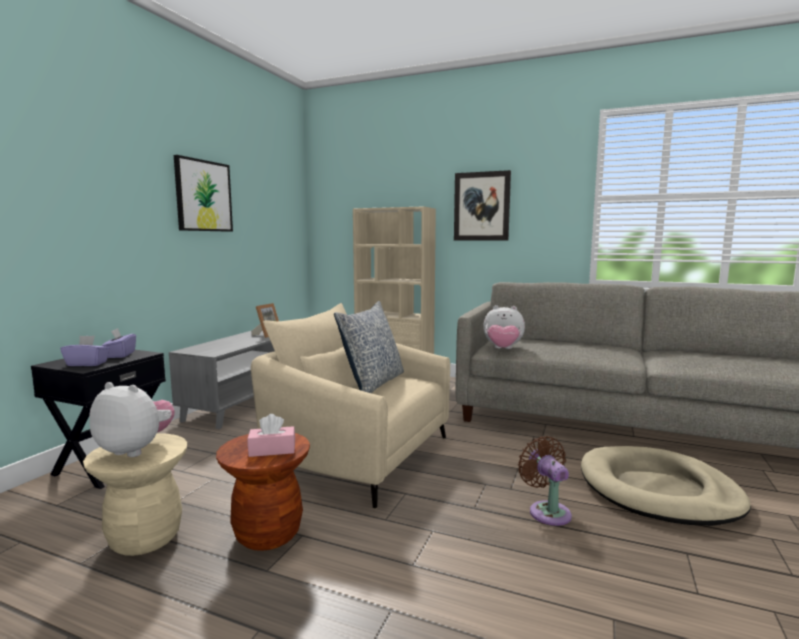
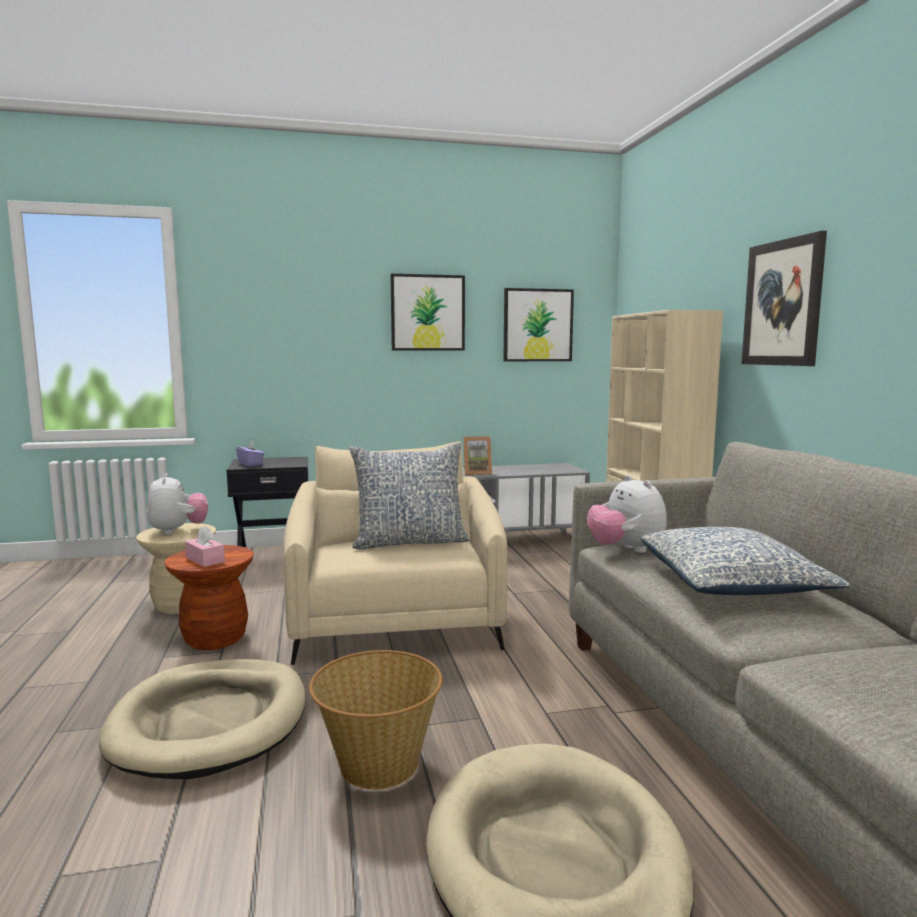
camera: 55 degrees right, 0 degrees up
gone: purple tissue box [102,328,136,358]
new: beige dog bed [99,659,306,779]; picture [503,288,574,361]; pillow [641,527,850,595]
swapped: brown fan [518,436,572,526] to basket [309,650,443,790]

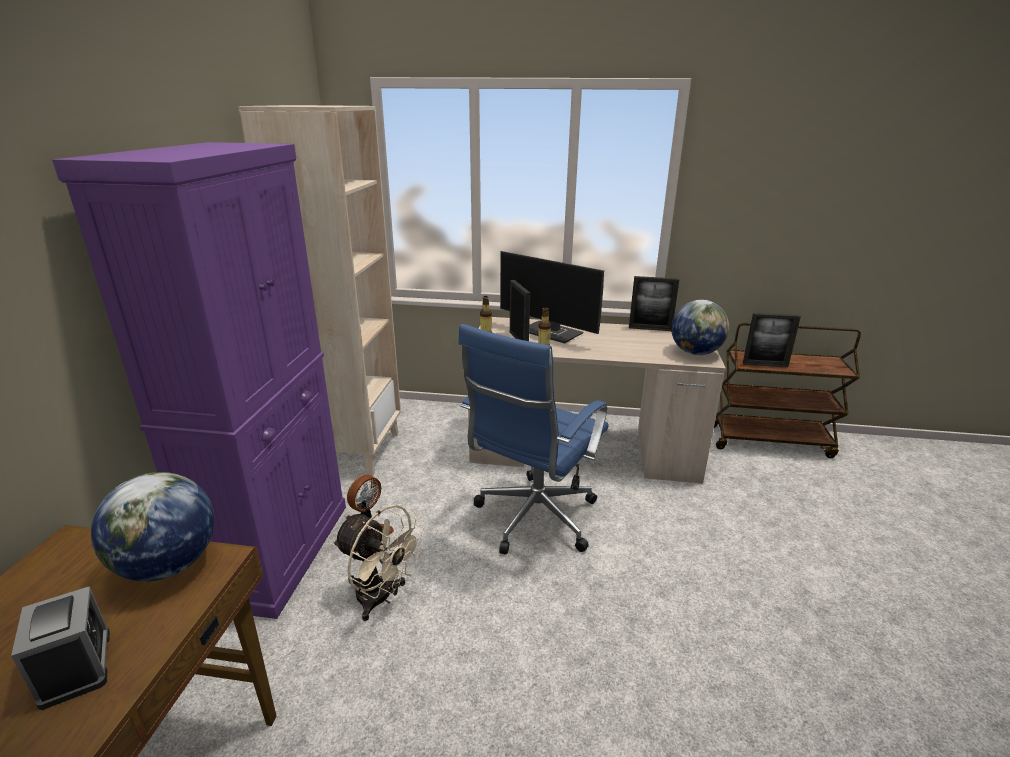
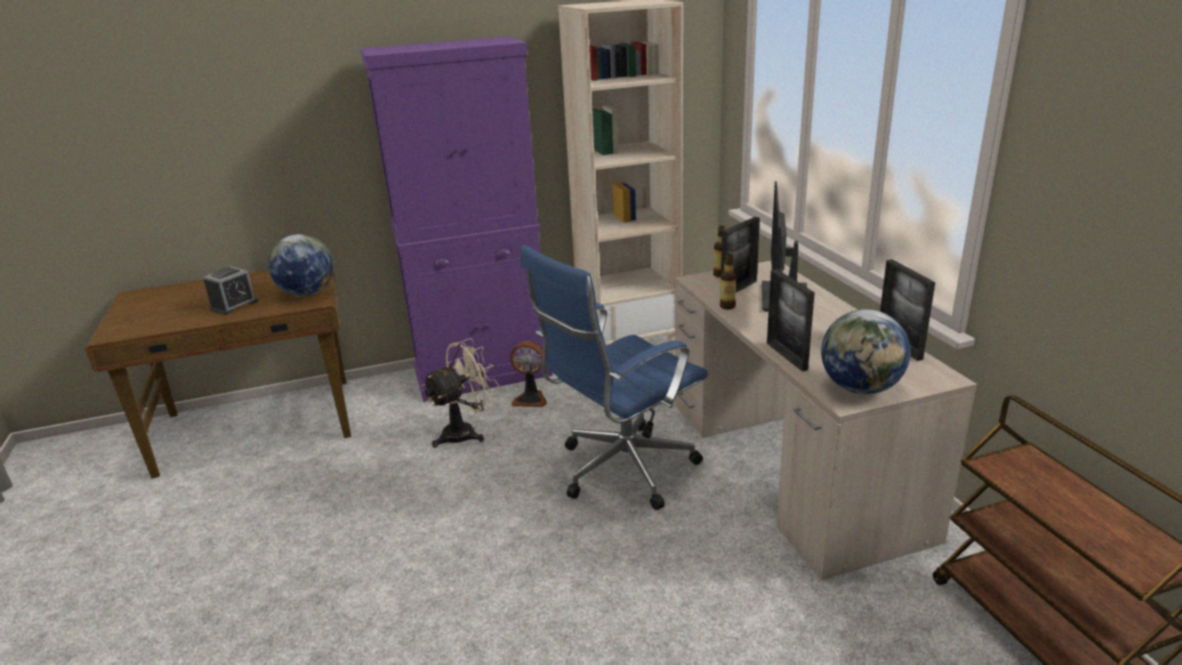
camera: 65 degrees right, 0 degrees up
shifted: picture frame [743,313,801,367] to [767,269,815,371]
rotated: beige fan [333,505,425,621] = [422,338,499,448] 135 degrees counterclockwise; blue office chair [458,324,609,555] = [520,245,708,510] 45 degrees counterclockwise

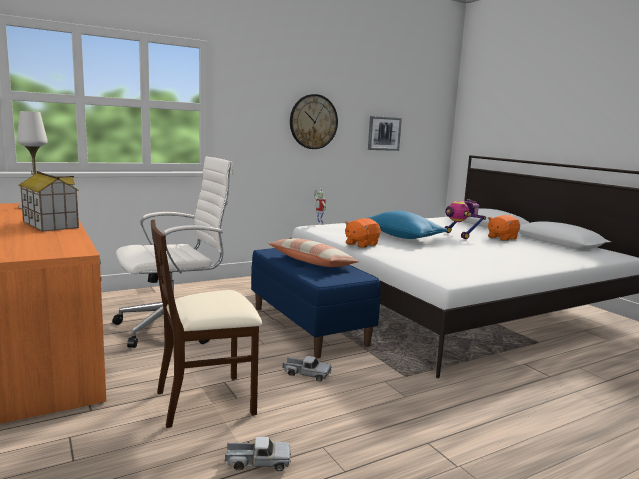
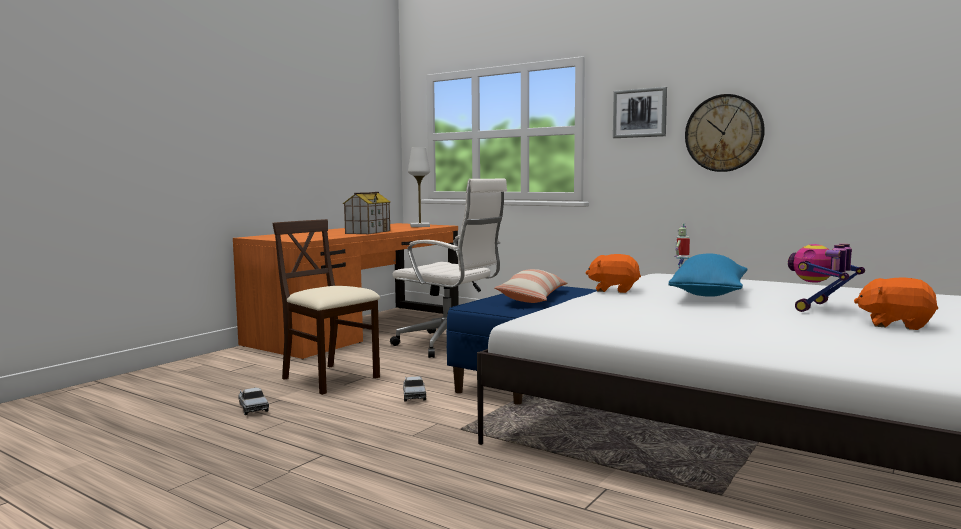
camera: 65 degrees right, 5 degrees down
shifted: picture [368,116,402,151] to [613,87,667,138]

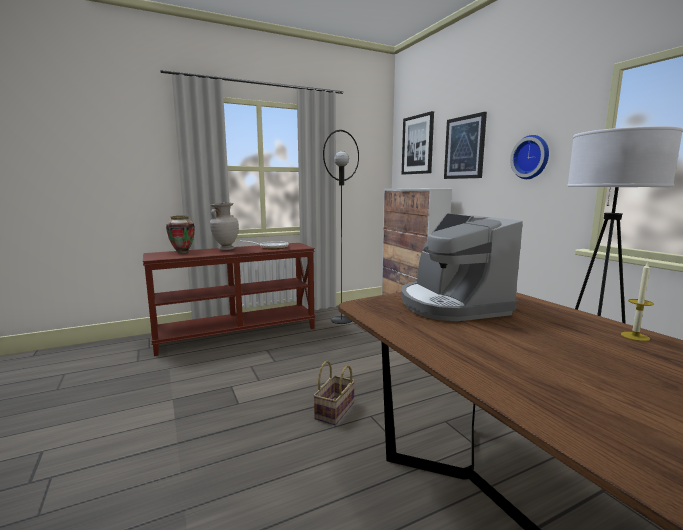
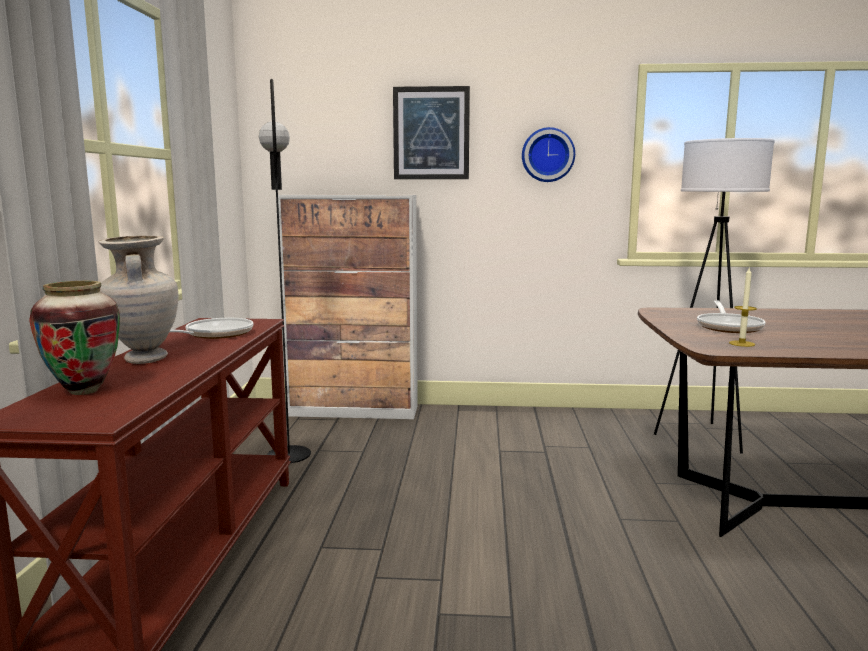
camera: 60 degrees left, 0 degrees up
gone: basket [313,361,355,425]; picture [402,111,434,174]
shifted: candle [621,261,654,341] to [729,266,757,347]
swapped: coffee machine [401,213,523,321] to frying pan [697,300,766,333]

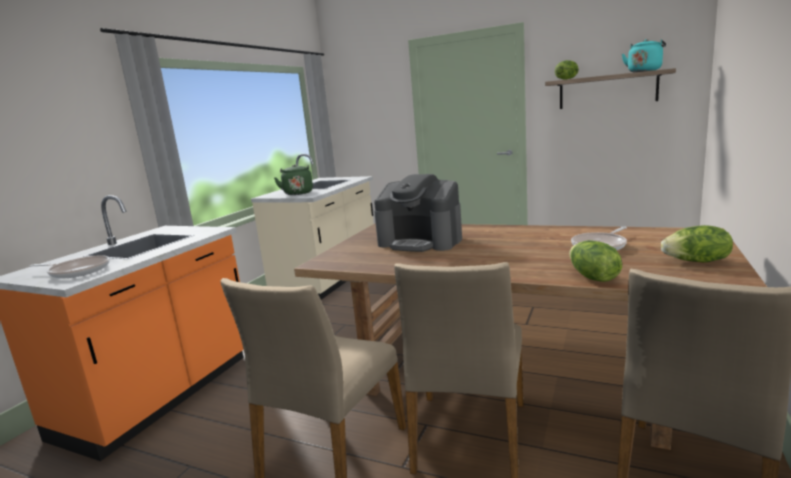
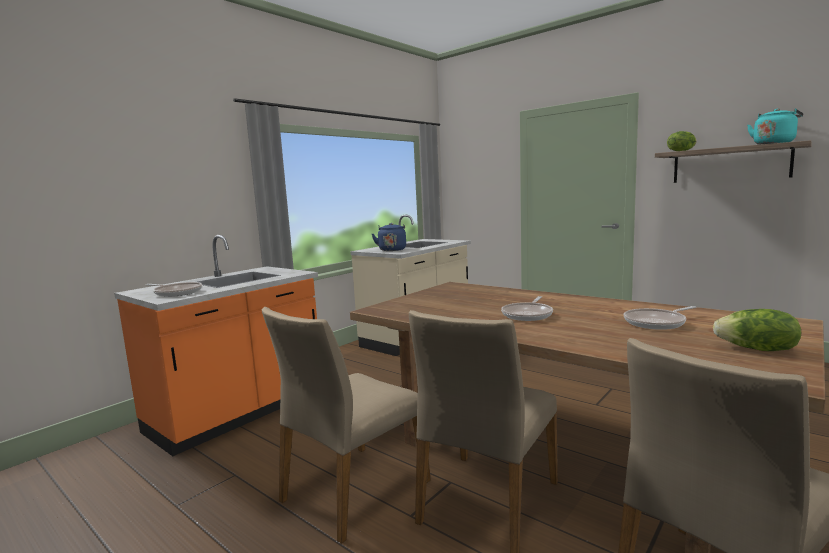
camera: 15 degrees right, 5 degrees down
gone: coffee machine [374,174,462,252]; lettuce [569,240,622,282]
new: frying pan [501,296,553,321]
repainted: green kettle [274,164,313,195] to blue kettle [372,223,406,251]

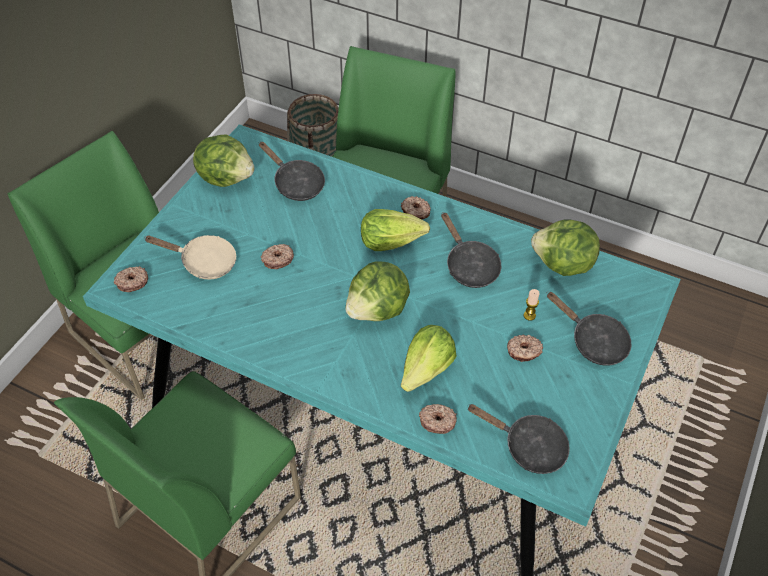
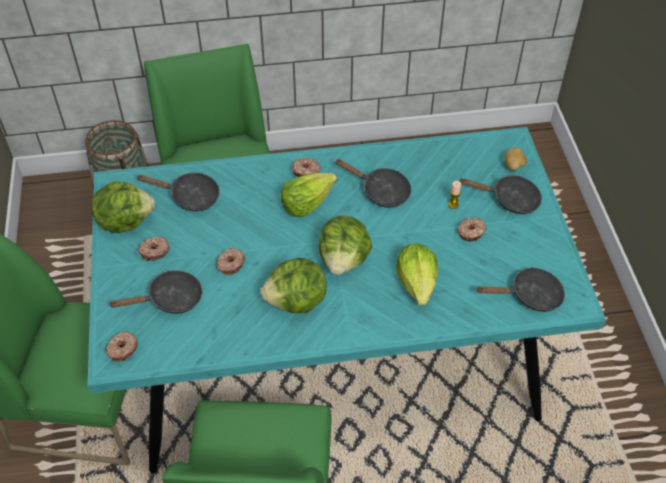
camera: 35 degrees left, 0 degrees up
new: potato [505,147,527,171]
shifted: donut [419,404,457,434] to [138,237,170,261]; lettuce [531,219,600,276] to [261,258,327,313]
repainted: beige frying pan [145,235,236,279] to black frying pan [108,270,203,314]

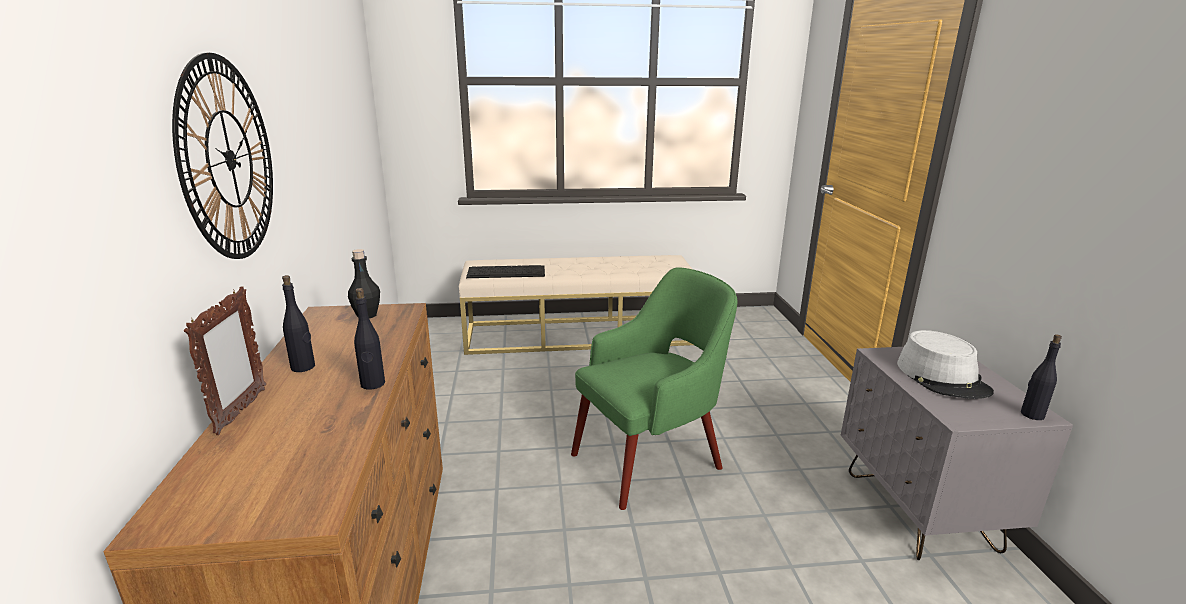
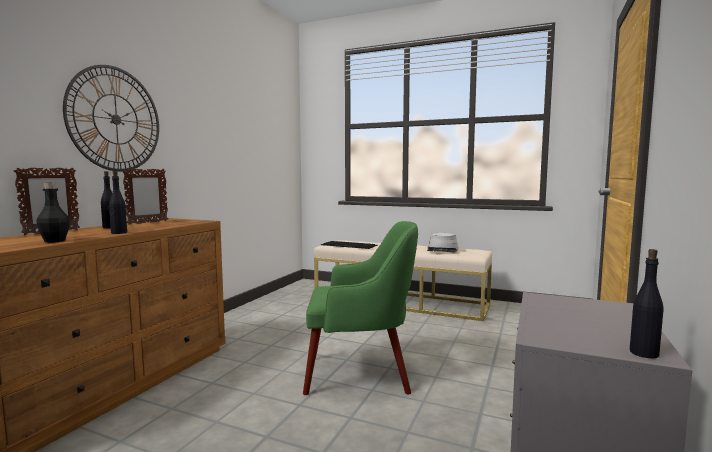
camera: 30 degrees right, 15 degrees down
new: picture frame [122,169,168,225]
shifted: black bottle [348,249,380,318] to [36,182,70,243]; grey hat [897,330,994,399] to [427,233,458,252]

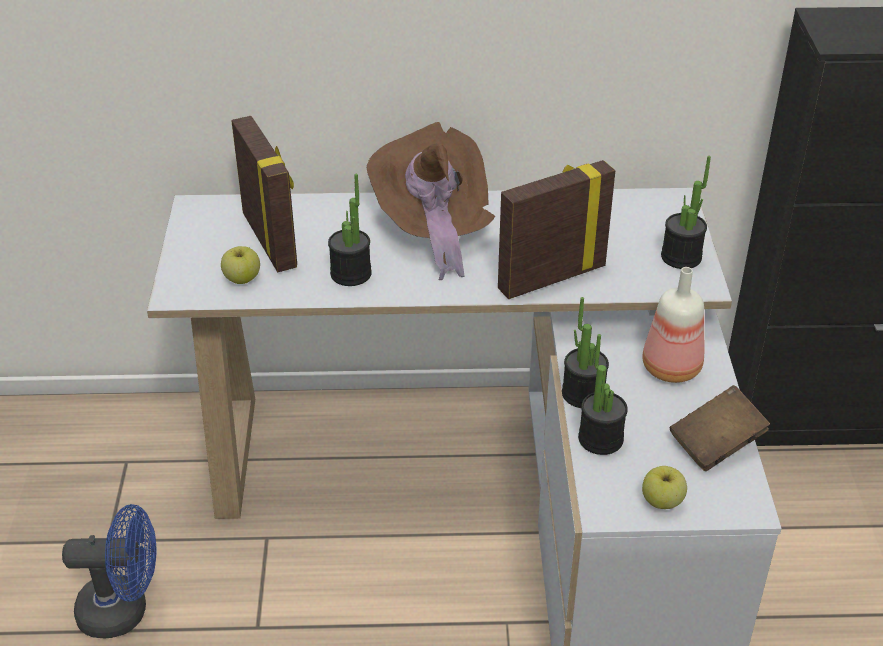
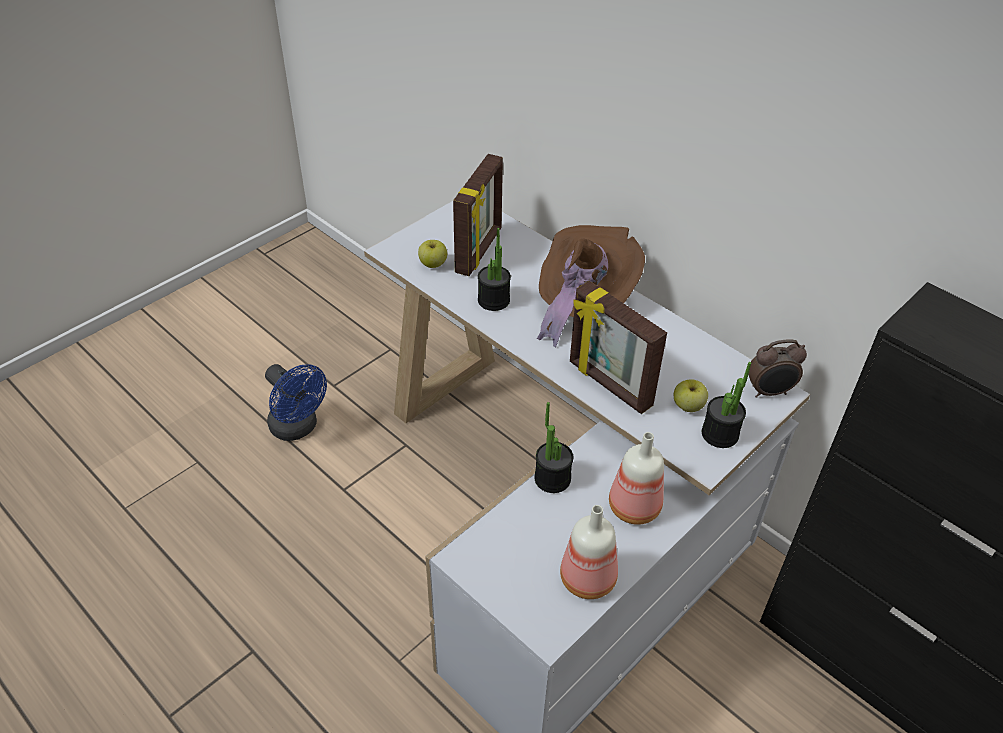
camera: 45 degrees right, 5 degrees up
gone: potted plant [578,334,628,455]
new: alarm clock [748,339,807,398]
shifted: apple [642,466,687,509] to [674,379,708,412]
swapped: brown book [670,385,770,471] to bottle [560,505,618,599]
rotated: picture frame [498,160,615,299] = [570,281,667,414] 150 degrees counterclockwise

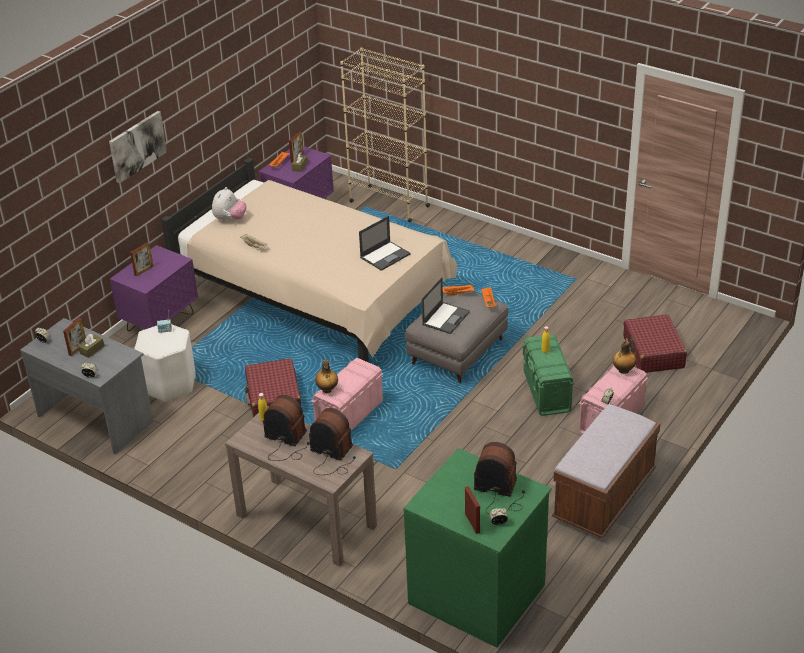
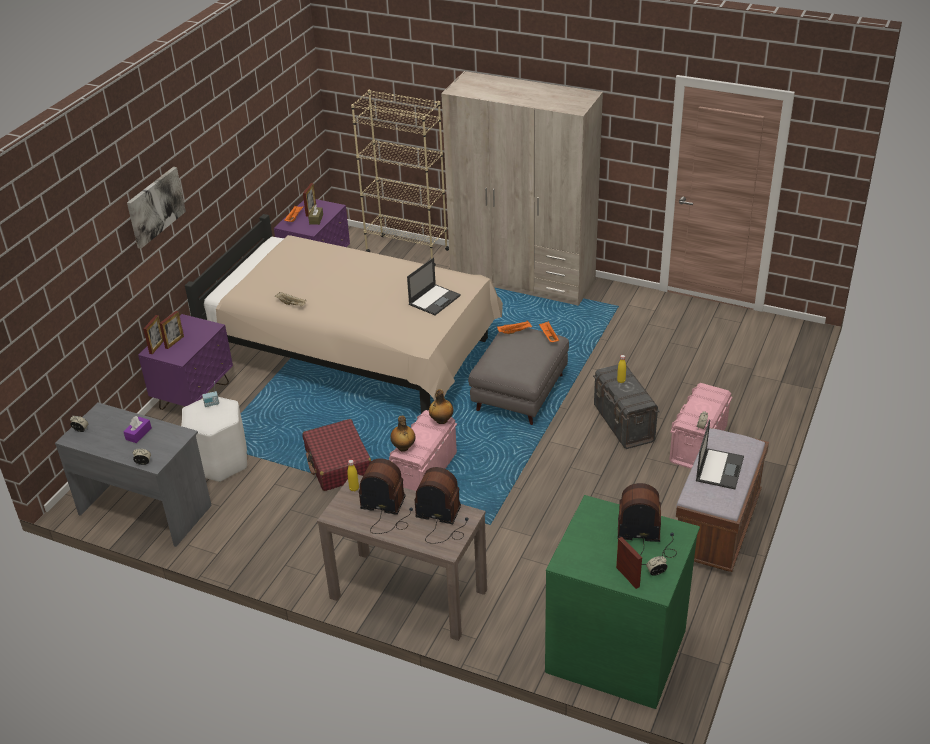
camera: 10 degrees left, 0 degrees up
gone: plush toy [212,187,246,222]; red suitcase [623,314,687,373]
new: beige wardrobe [441,71,603,306]
shifted: picture frame [63,318,86,356] to [143,315,164,354]; laptop [422,277,470,334] to [696,420,744,489]; bottle [613,341,636,374] to [429,389,454,424]
repainted: brown tissue box [78,334,104,358] to purple tissue box [123,416,152,443]; green storage box [523,334,574,416] to grey storage box [593,365,660,449]

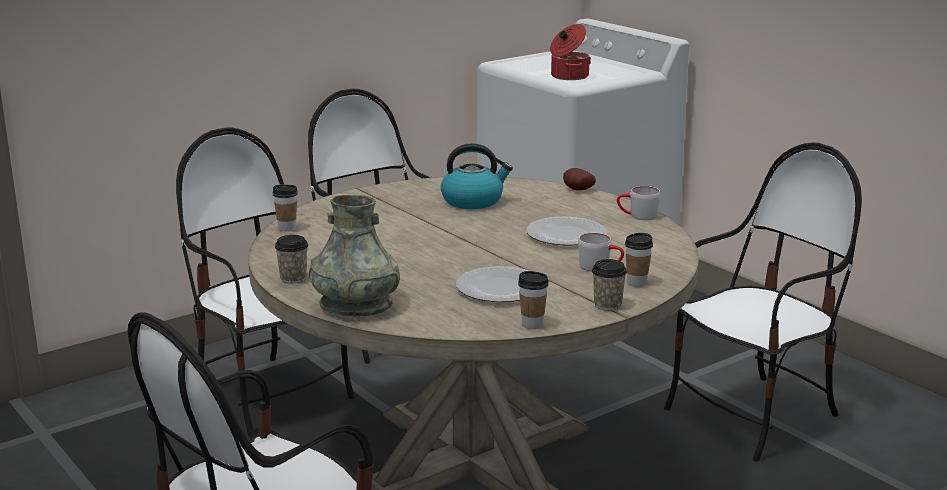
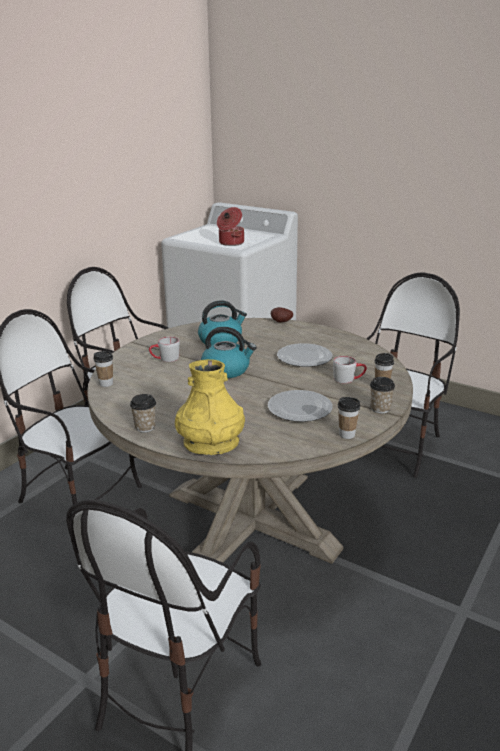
camera: 20 degrees left, 5 degrees up
new: kettle [201,327,257,378]
shifted: grey mug [617,186,660,220] to [149,337,180,362]
repainted: grey vase [309,195,400,317] to yellow vase [175,359,245,455]

